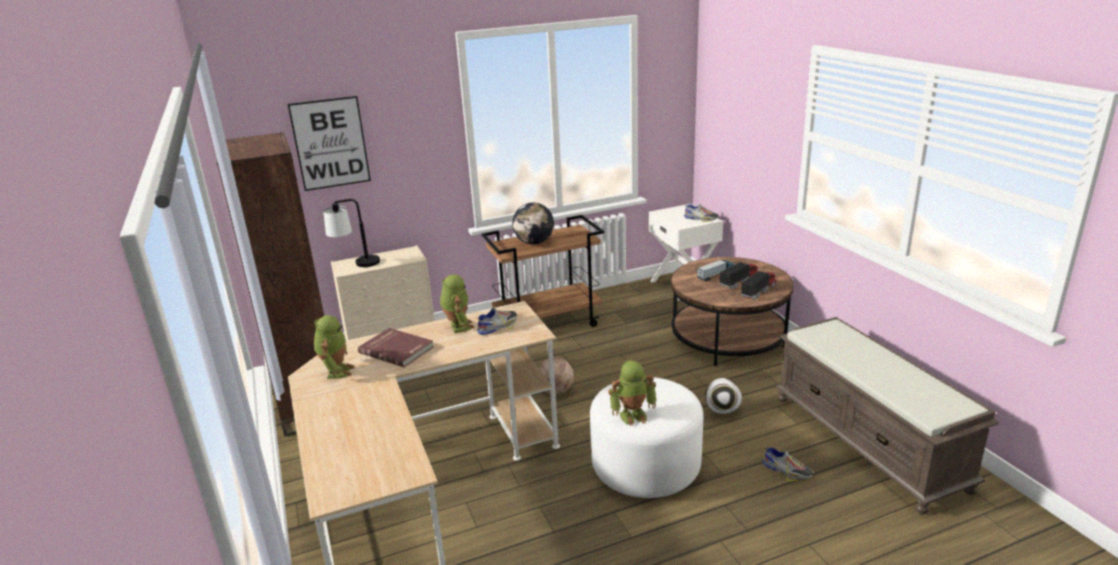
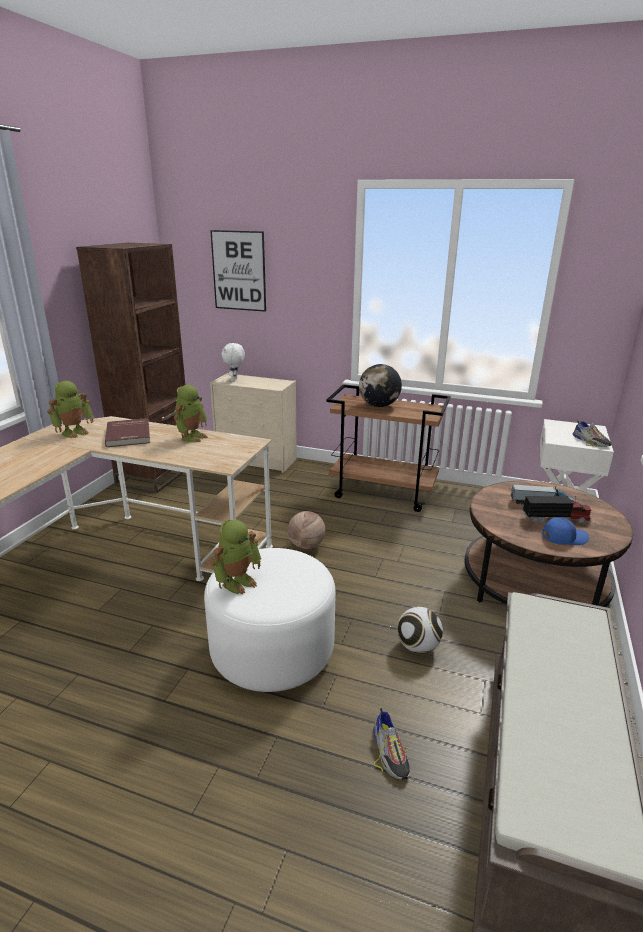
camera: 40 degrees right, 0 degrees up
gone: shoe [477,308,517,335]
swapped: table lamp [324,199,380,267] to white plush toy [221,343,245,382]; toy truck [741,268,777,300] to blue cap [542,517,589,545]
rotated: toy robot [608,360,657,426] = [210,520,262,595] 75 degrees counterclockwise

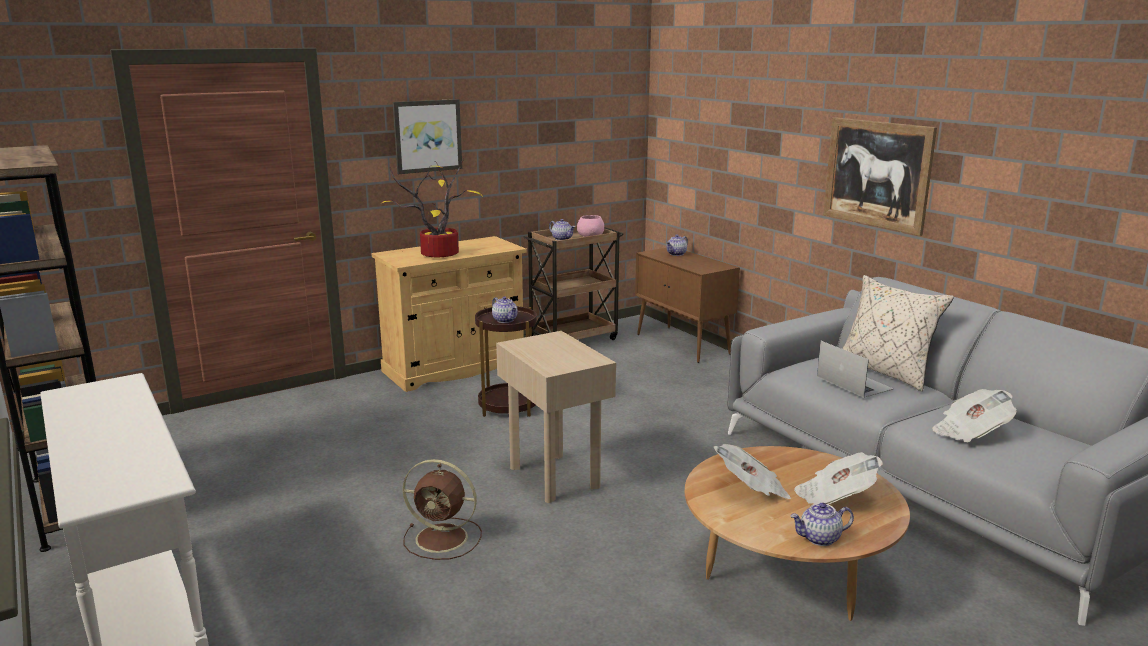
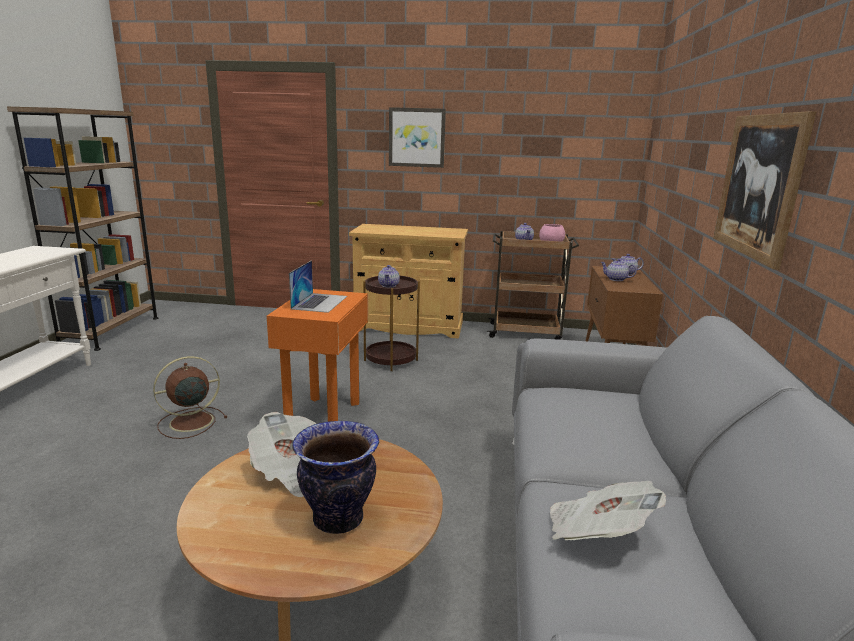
camera: 40 degrees right, 0 degrees up
gone: potted plant [382,158,483,257]; beige pillow [842,275,954,391]
shifted: teapot [790,503,854,546] to [601,259,637,281]; laptop [817,341,893,398] to [289,260,347,313]
swapped: newspaper [794,452,883,504] to vase [292,421,379,534]
repainted: beige side table [496,331,616,503] to orange side table [267,289,368,421]
rotated: brown fan [403,459,482,560] = [153,356,227,439] 90 degrees clockwise

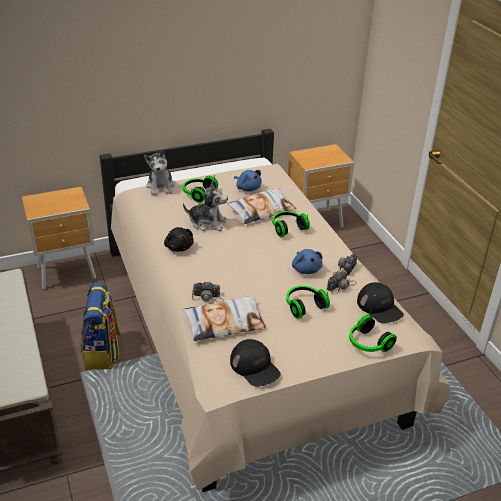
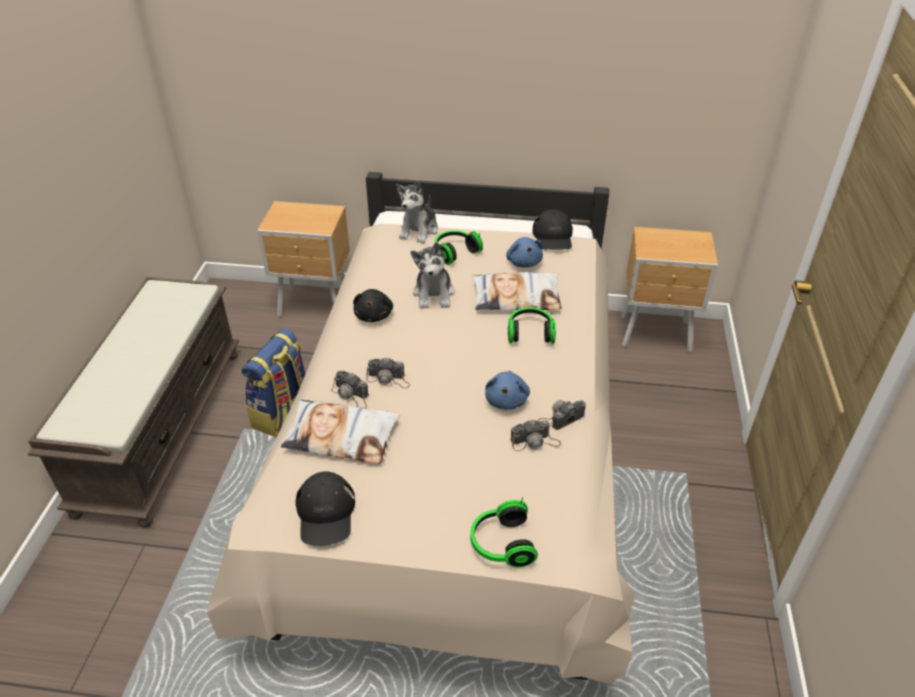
camera: 30 degrees right, 5 degrees up
gone: headphones [286,286,330,319]
new: photo camera [366,358,410,389]
shifted: black cap [357,282,404,323] to [532,209,573,250]
rotated: plush toy [183,181,228,231] = [411,242,455,309] 45 degrees clockwise

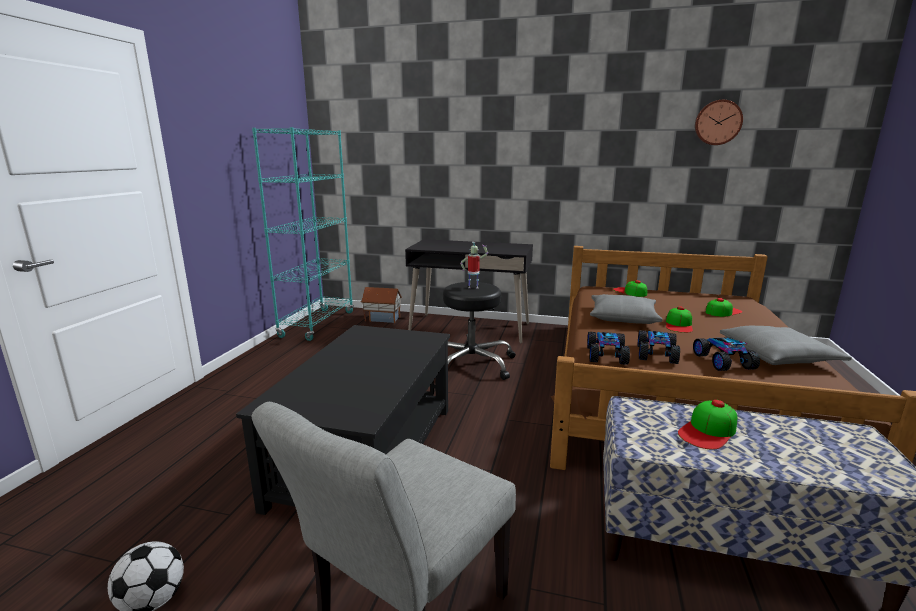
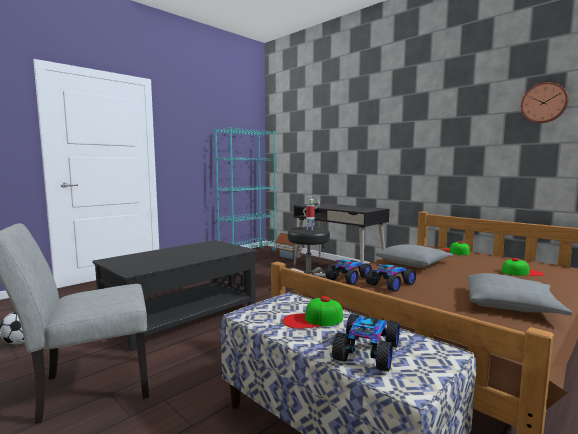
camera: 30 degrees right, 10 degrees down
gone: cap [666,306,693,333]
shifted: toy car [693,337,760,371] to [332,314,400,372]

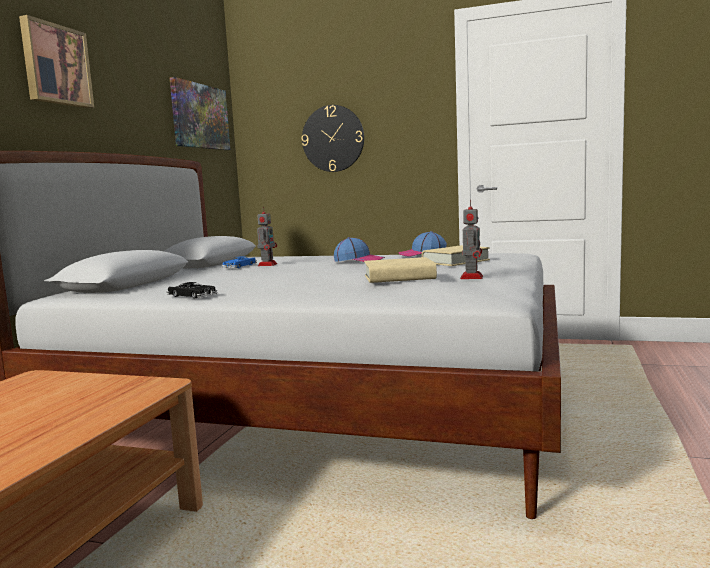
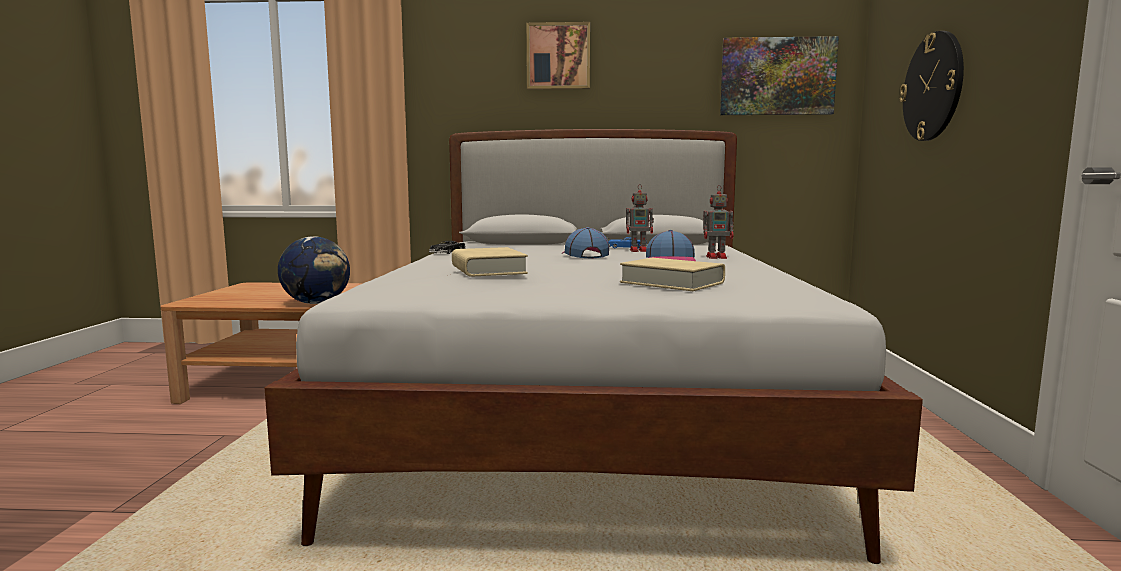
camera: 75 degrees right, 0 degrees up
new: globe [278,236,350,304]
shifted: cap [398,231,447,257] to [562,227,609,259]; toy robot [460,200,483,279] to [703,185,734,259]

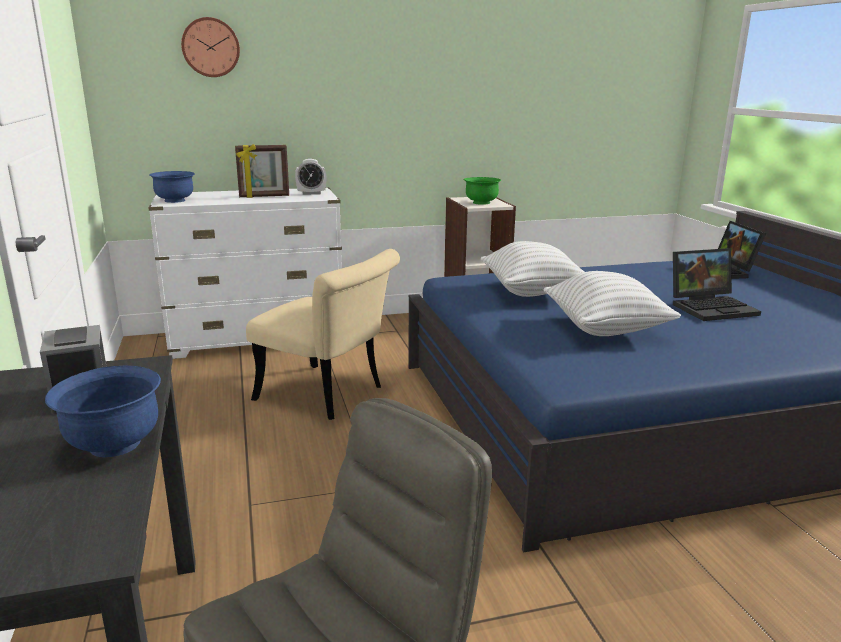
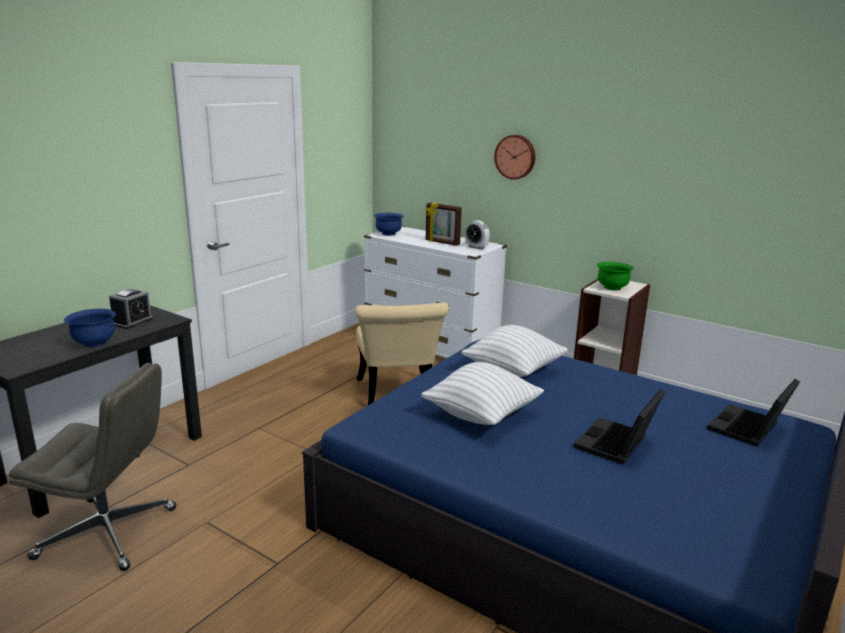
camera: 50 degrees right, 0 degrees up
shifted: wall clock [181,17,240,77] to [494,135,535,180]
rotated: laptop [673,248,761,321] = [574,389,665,464] 90 degrees clockwise

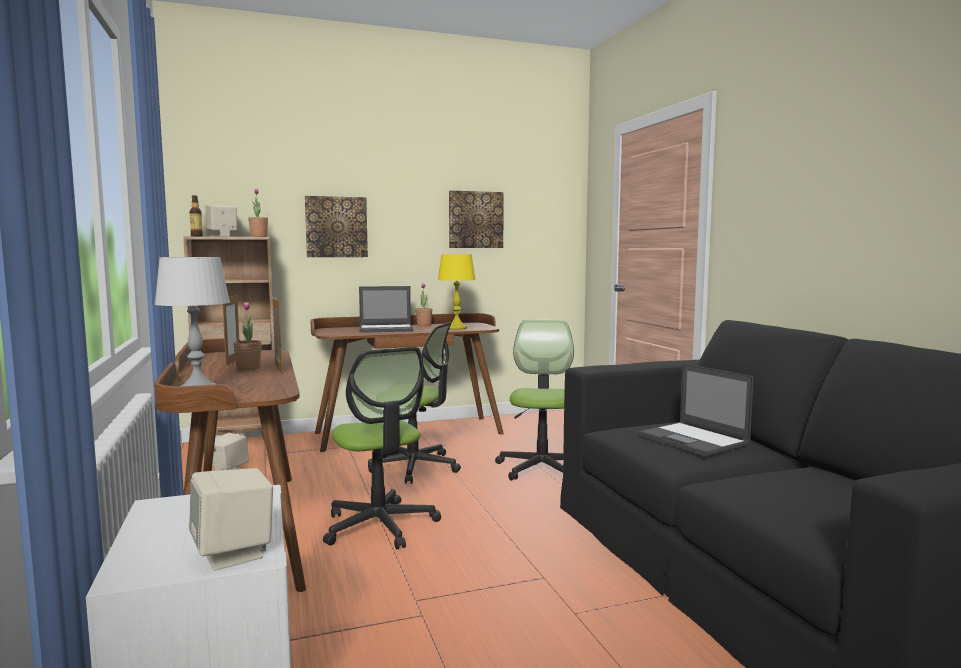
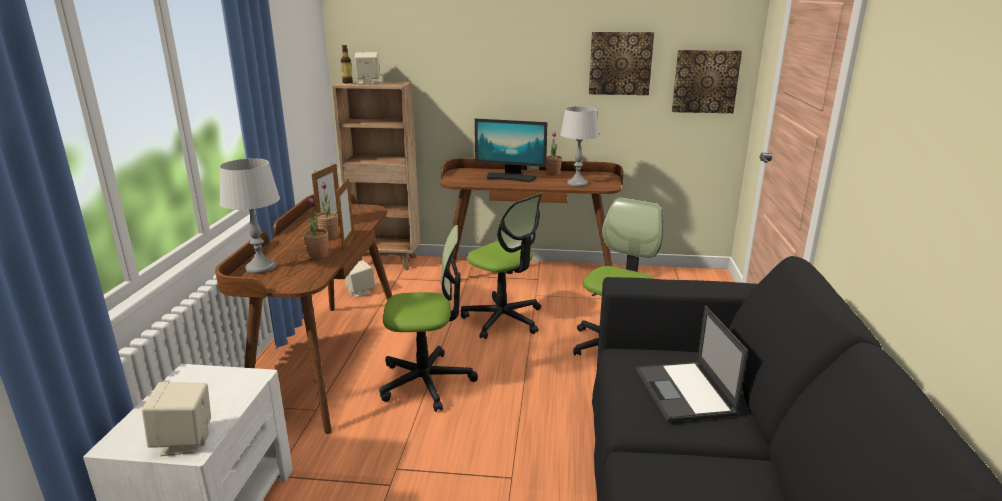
camera: 25 degrees right, 15 degrees up
shifted: potted plant [248,189,268,237] to [303,198,328,260]; picture [305,196,368,257] to [672,50,742,113]
swapped: laptop [359,286,413,333] to monitor [475,118,547,182]
repainted: yellow table lamp [438,254,476,330] to grey table lamp [560,106,599,187]
rotated: office chair [323,347,441,549] = [379,225,478,412] 90 degrees counterclockwise

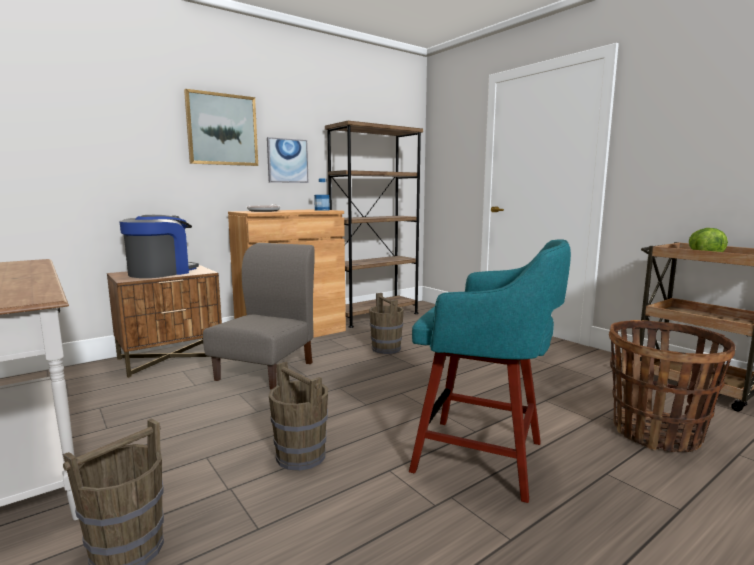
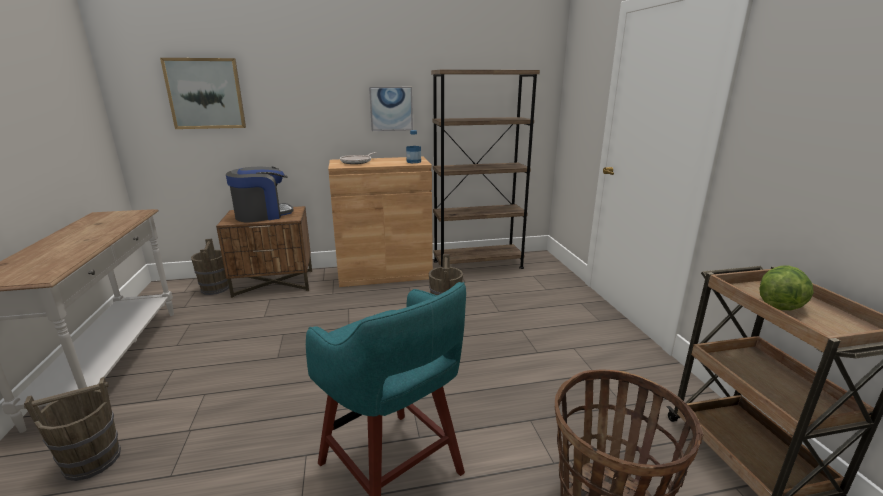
camera: 25 degrees right, 10 degrees up
gone: grey chair [203,243,315,390]
shifted: picture [184,89,258,166] to [160,58,246,129]; brown bucket [269,361,328,471] to [191,238,229,295]

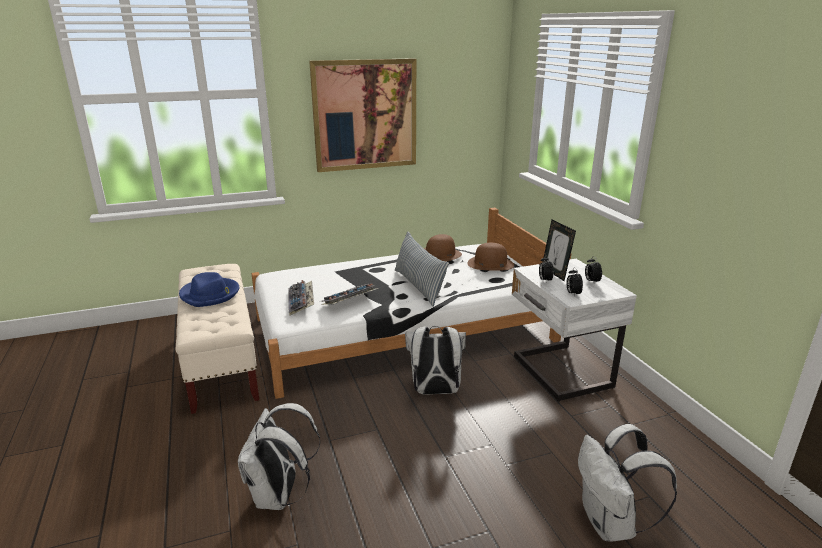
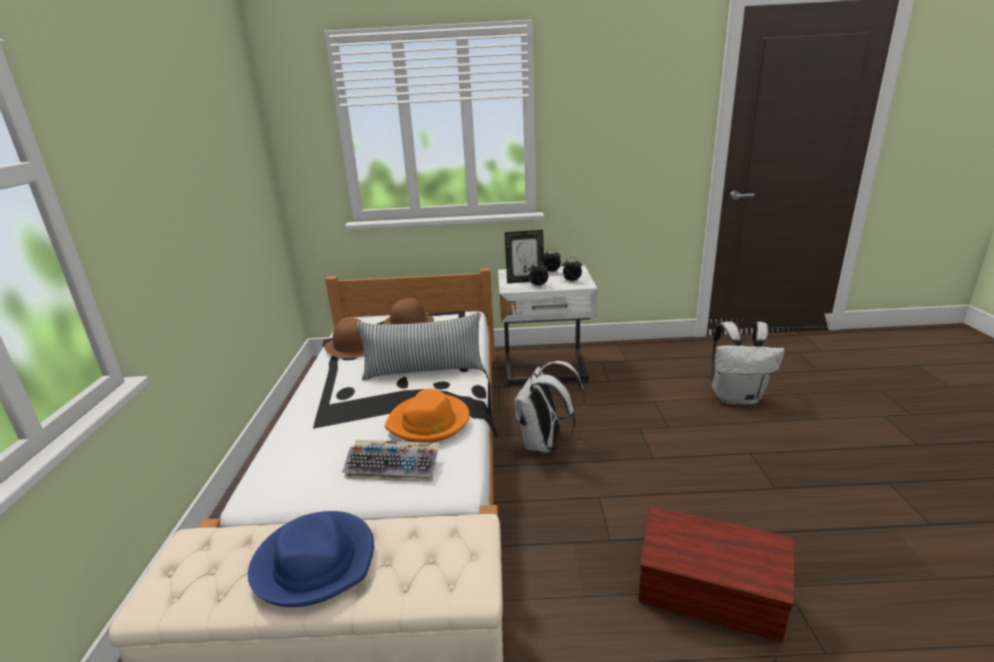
camera: 70 degrees left, 0 degrees up
gone: picture [309,58,416,172]
swapped: white backpack [238,403,320,510] to brown storage box [639,506,795,642]; keyboard [319,283,379,305] to orange hat [385,389,470,443]

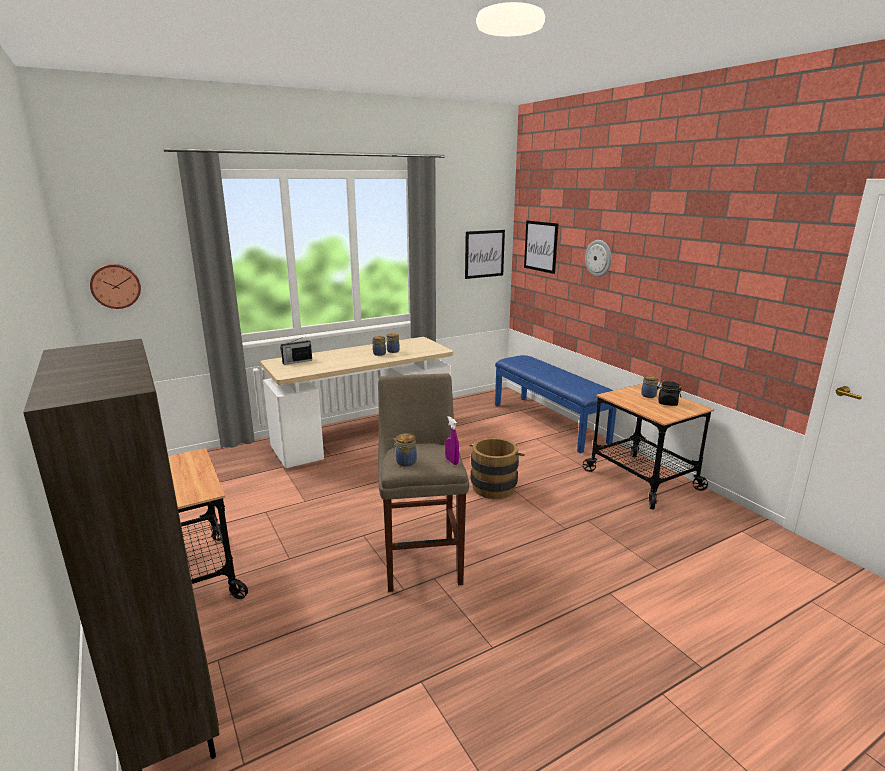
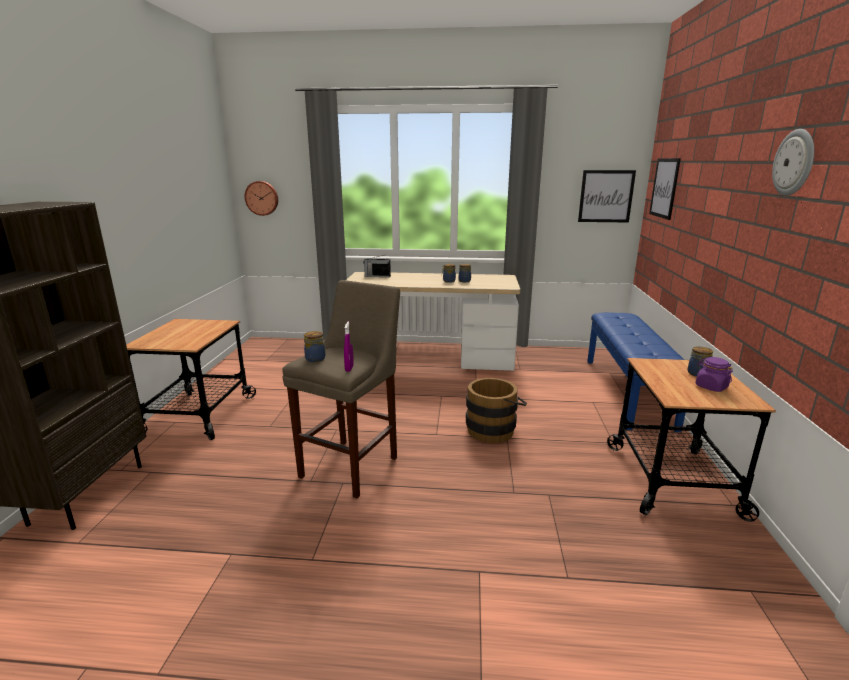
camera: 35 degrees right, 0 degrees up
shifted: wall clock [585,240,612,277] to [772,129,814,196]
repainted: black jar [657,381,682,406] to purple jar [695,357,733,392]

